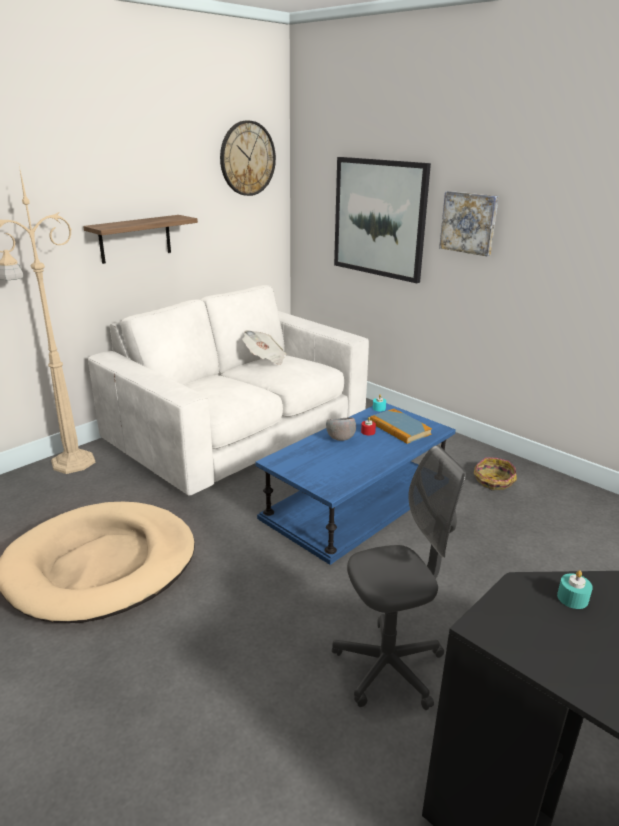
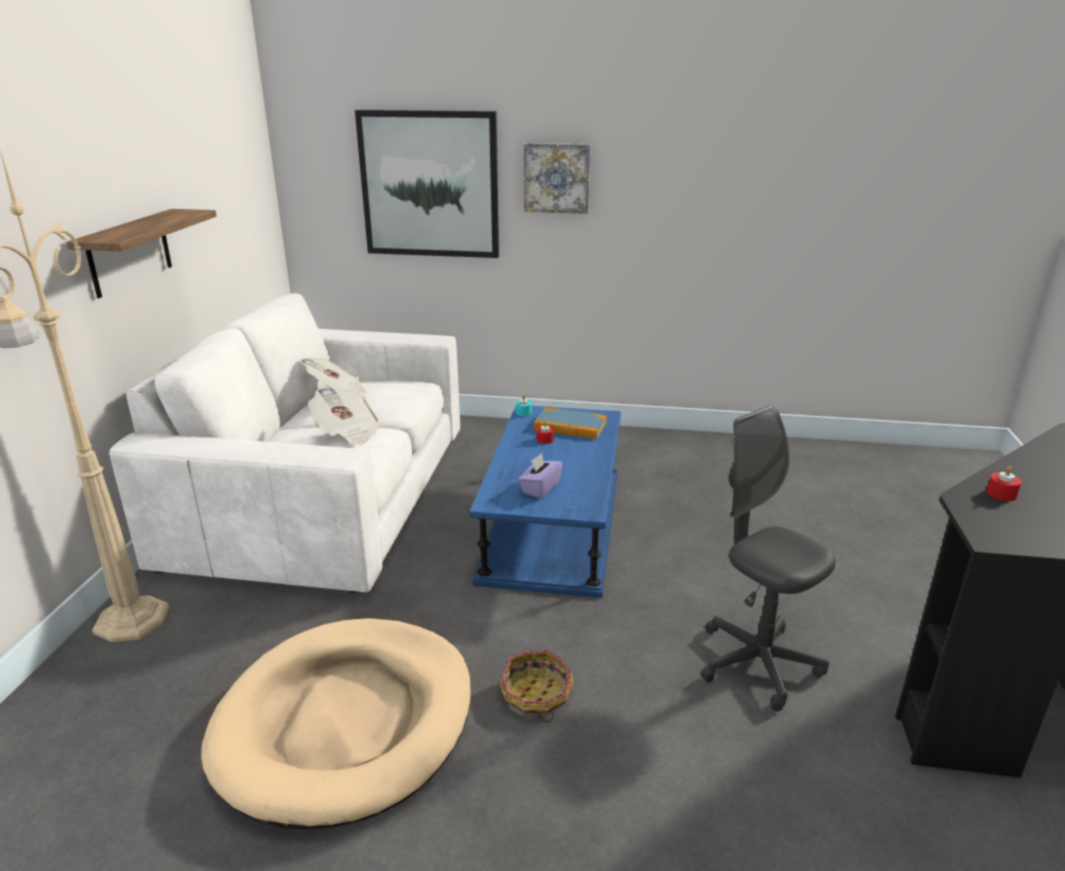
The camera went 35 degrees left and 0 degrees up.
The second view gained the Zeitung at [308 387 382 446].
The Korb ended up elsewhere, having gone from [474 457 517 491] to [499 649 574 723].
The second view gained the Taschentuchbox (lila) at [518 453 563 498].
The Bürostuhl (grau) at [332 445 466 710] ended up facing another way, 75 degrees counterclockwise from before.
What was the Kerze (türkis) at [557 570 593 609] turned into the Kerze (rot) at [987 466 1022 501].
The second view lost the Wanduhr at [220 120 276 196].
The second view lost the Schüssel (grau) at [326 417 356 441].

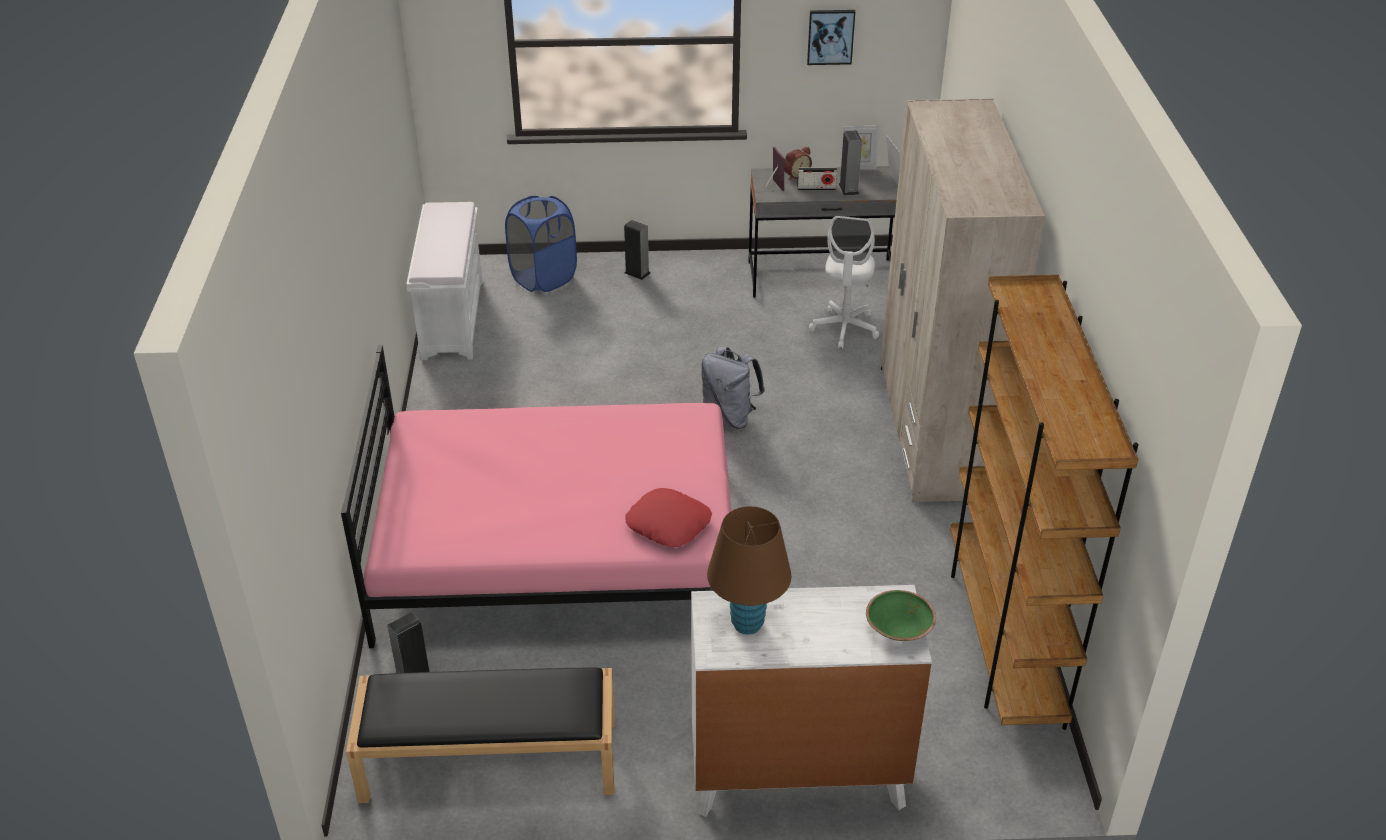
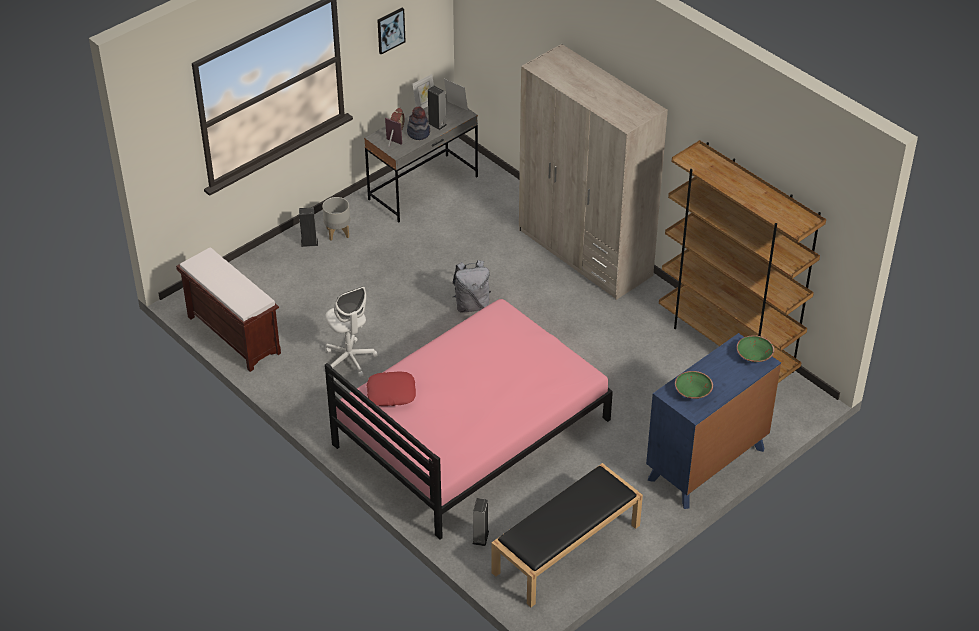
The camera went 40 degrees left and 5 degrees up.
What was the Bank (weiß) at [407 202 483 360] turned into the Bank (braun) at [176 247 281 372].
The second view gained the Pflanzkübel (grau) at [322 197 350 241].
The Bürostuhl (weiß) ended up elsewhere, having gone from [809 216 879 349] to [325 287 377 377].
The Kissen (rot) ended up elsewhere, having gone from [625 488 712 547] to [367 371 416 406].
Where the Radio stood at [797 167 837 191], the Hut came to stand at [407 107 430 140].
What was the Kommode (weiß) at [691 585 932 817] turned into the Kommode (blau) at [646 333 781 509].
Where the Tischlampe (braun) stood at [707 506 792 634], the Schüssel (grün) came to stand at [675 371 713 399].
The second view lost the Wäschekorb (blau) at [505 196 577 292].

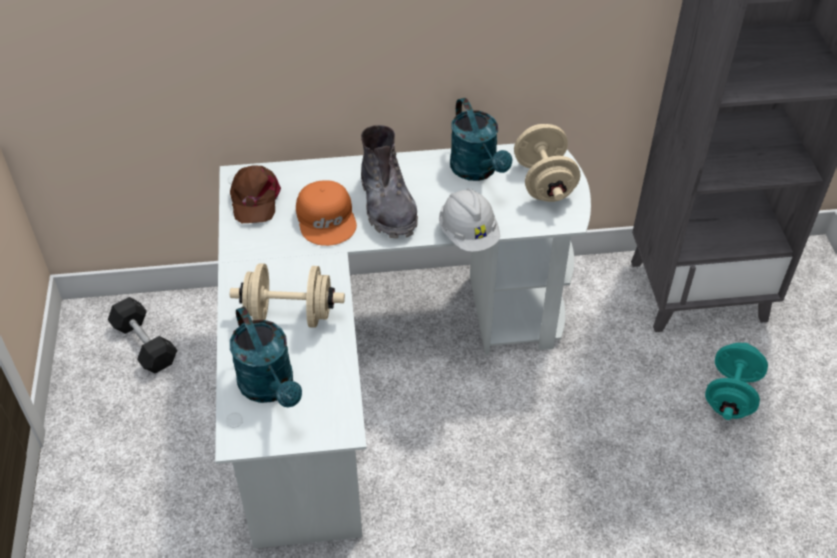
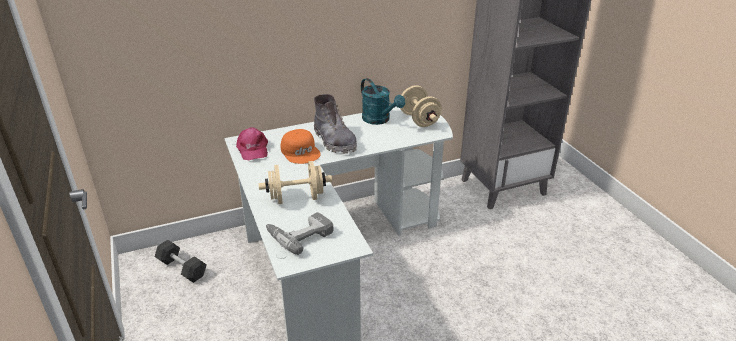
The camera went 15 degrees left and 15 degrees down.
What was the Kappe (braun) at [230 165 281 223] turned into the Kappe (rosa) at [236 127 268 160].
Where the Gießkanne (türkis) stood at [230 306 302 407], the Bohrmaschine came to stand at [266 212 334 255].
The second view lost the Schutzhelm (weiß) at [439 189 500 252].
The second view lost the Hantel (türkis) at [705 343 768 420].

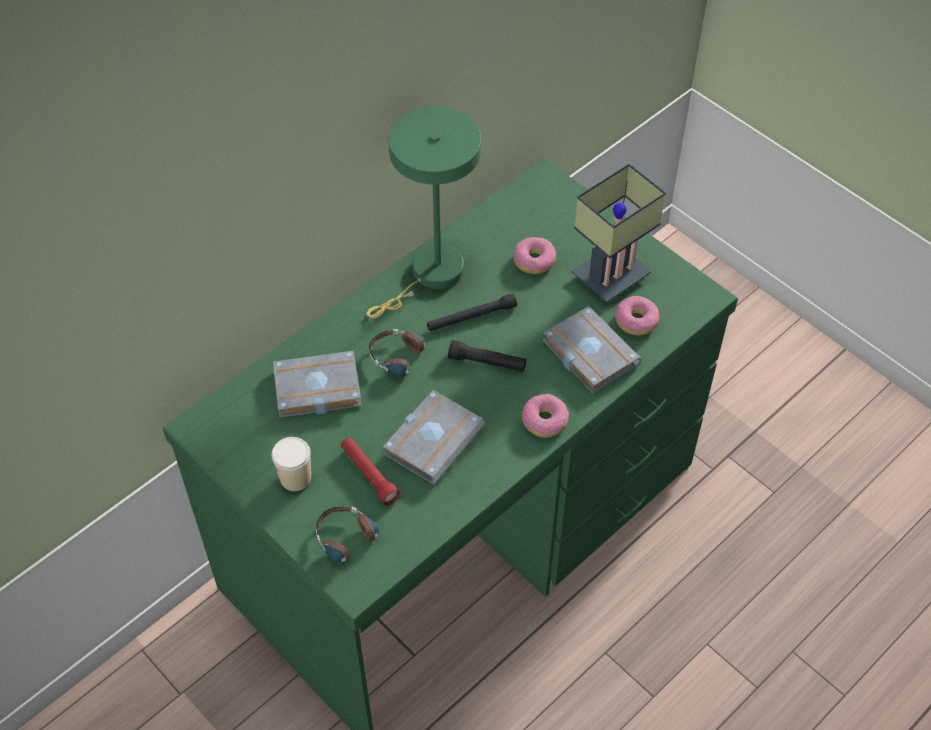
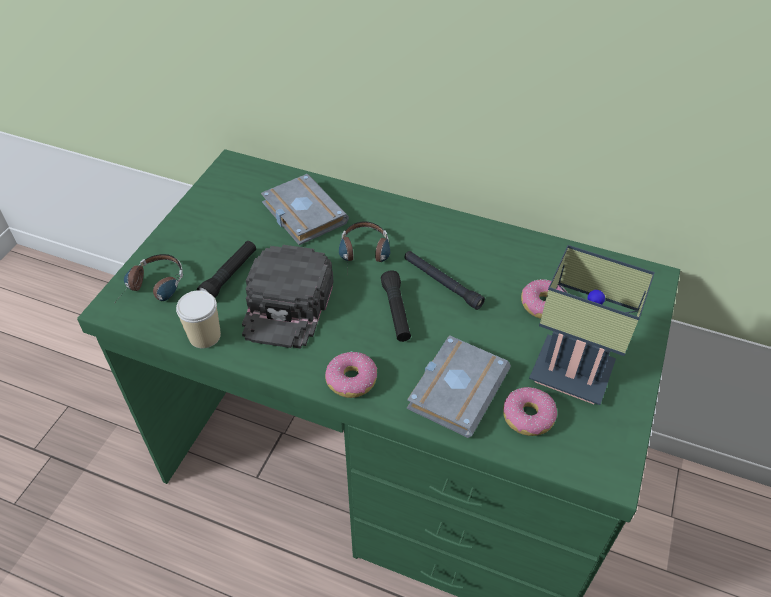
The camera went 65 degrees right and 5 degrees down.
The Tasse ended up elsewhere, having gone from [272 437 311 491] to [176 290 221 348].
What was the Taschenlampe (rot) at [341 437 401 505] turned into the Taschenlampe (schwarz) at [197 241 256 298].
Where the Buch (grau) stood at [383 390 485 484], the Kappe (schwarz) came to stand at [242 245 334 349].
The second view lost the Tischlampe (grün) at [366 106 481 318].

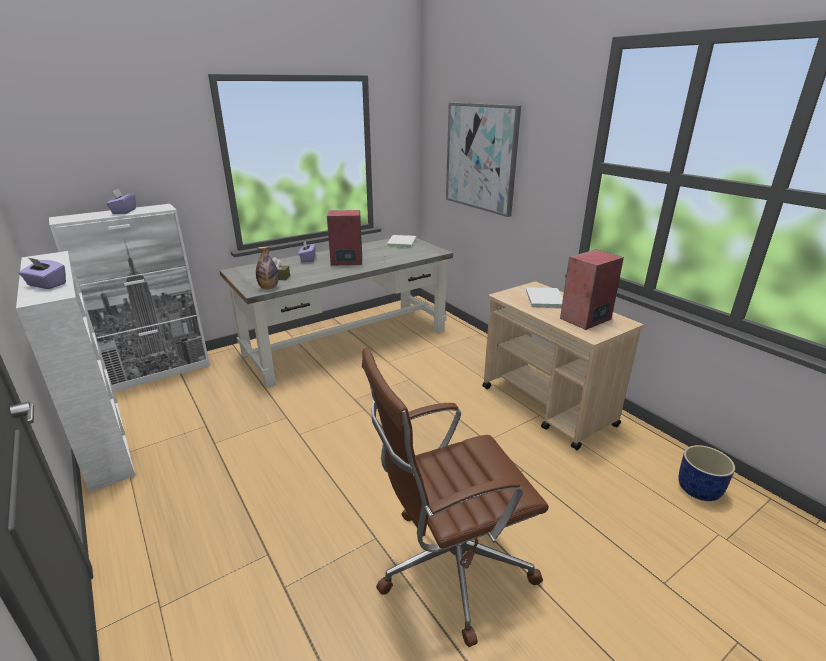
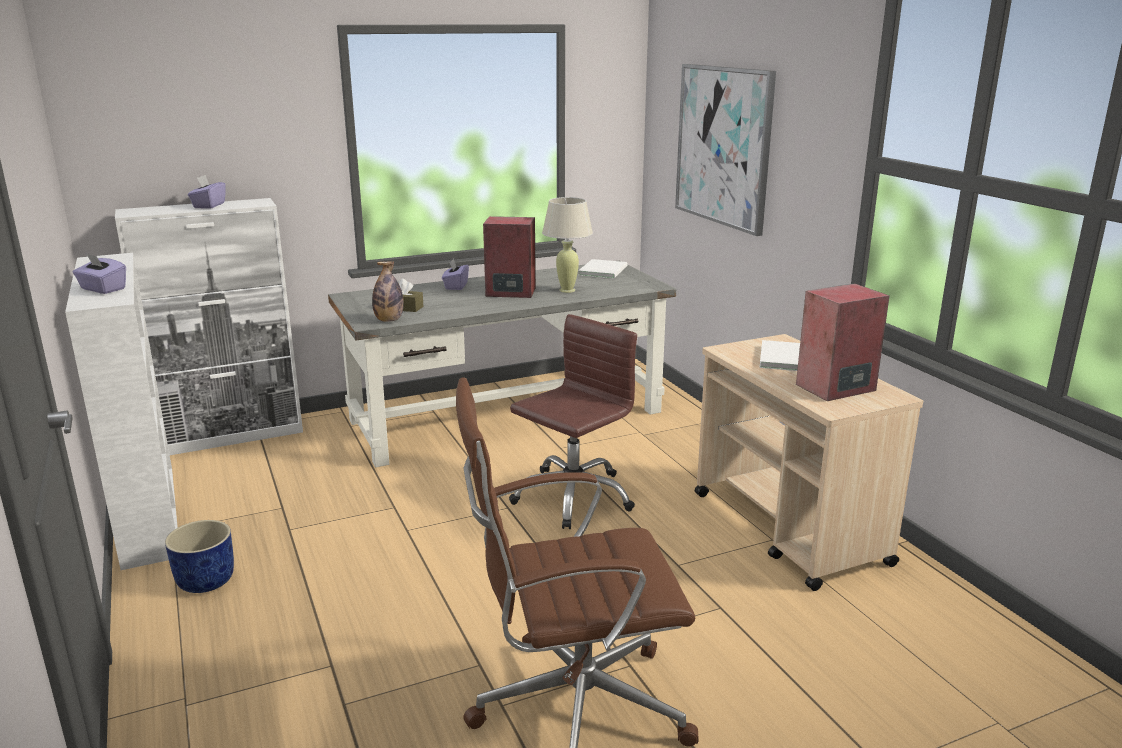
The camera went 10 degrees right and 5 degrees down.
The Pflanzkübel (blau) ended up elsewhere, having gone from [678 445 735 501] to [165 520 234 593].
The second view gained the Bürostuhl (braun) at [509 314 637 529].
The second view gained the Tischlampe (beige) at [542 197 593 293].

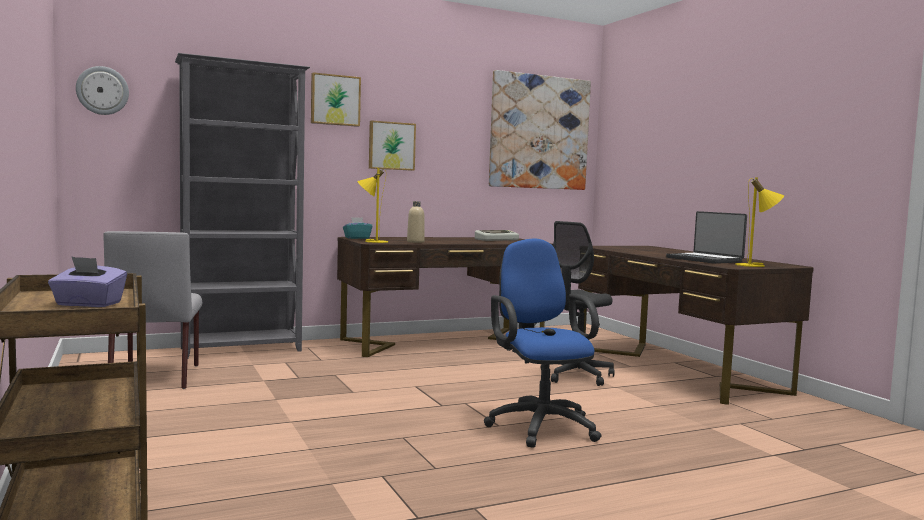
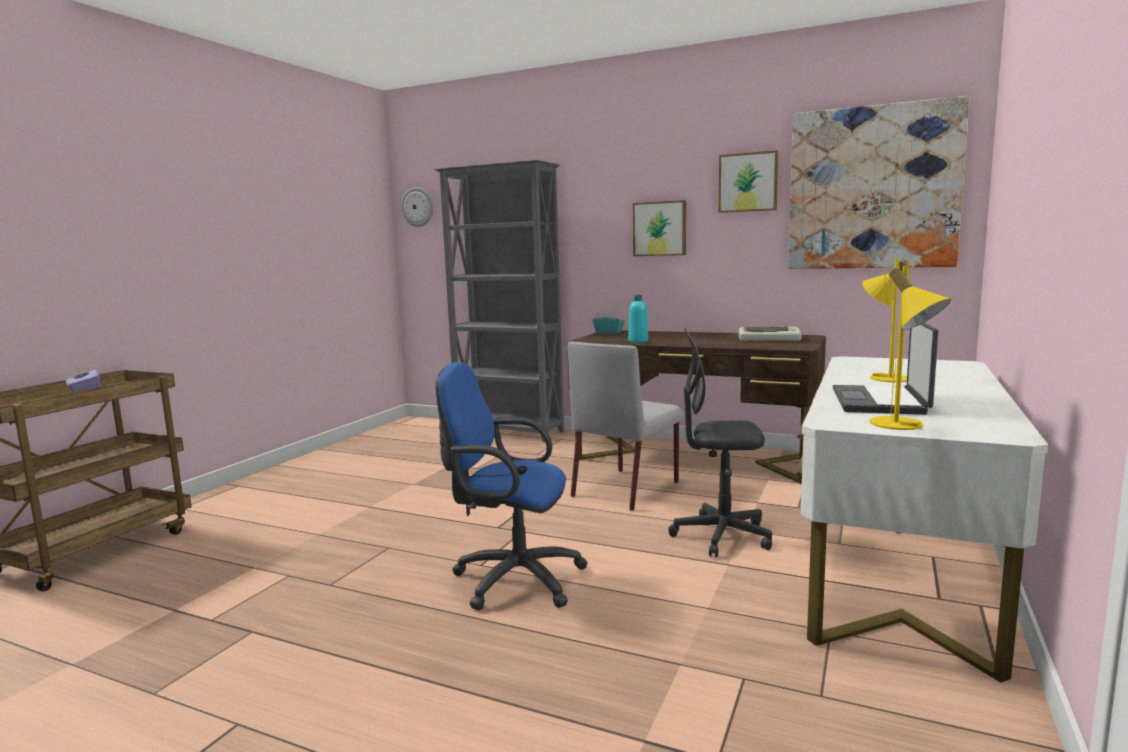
The camera went 50 degrees right and 5 degrees up.
The Bürostuhl (blau) at [484 239 601 448] ended up facing another way, 105 degrees counterclockwise from before.
The Stuhl (grau) ended up elsewhere, having gone from [103 231 202 389] to [567 342 683 511].
What was the Flasche (beige) at [407 201 425 243] turned into the Flasche (türkis) at [628 295 648 342].
The Bild ended up elsewhere, having gone from [311 72 361 127] to [719 150 778 213].
What was the Schreibtisch (braun) at [578 246 814 405] turned into the Schreibtisch (weiß) at [795 356 1048 683].
The Tischlampe (gelb) ended up elsewhere, having gone from [357 168 388 243] to [862 258 913 382].

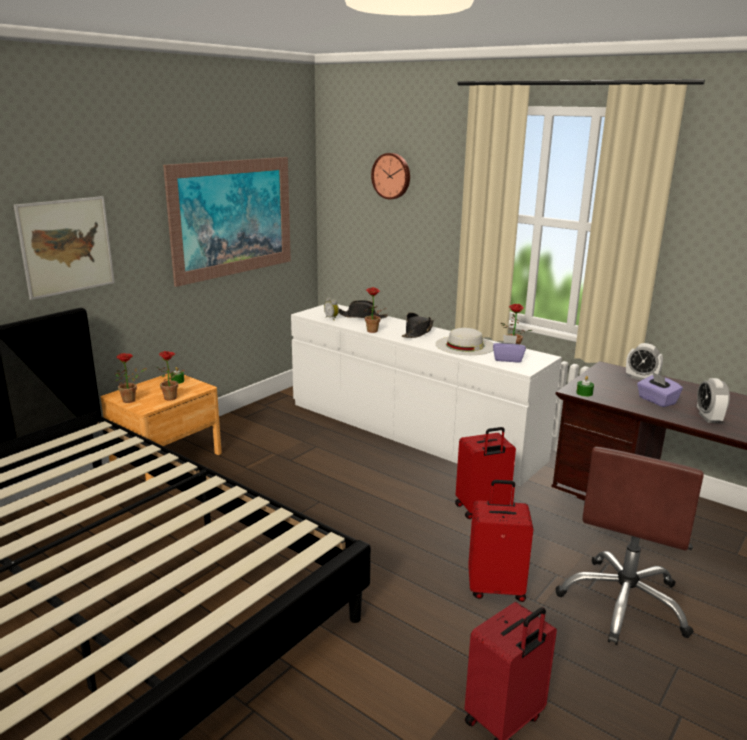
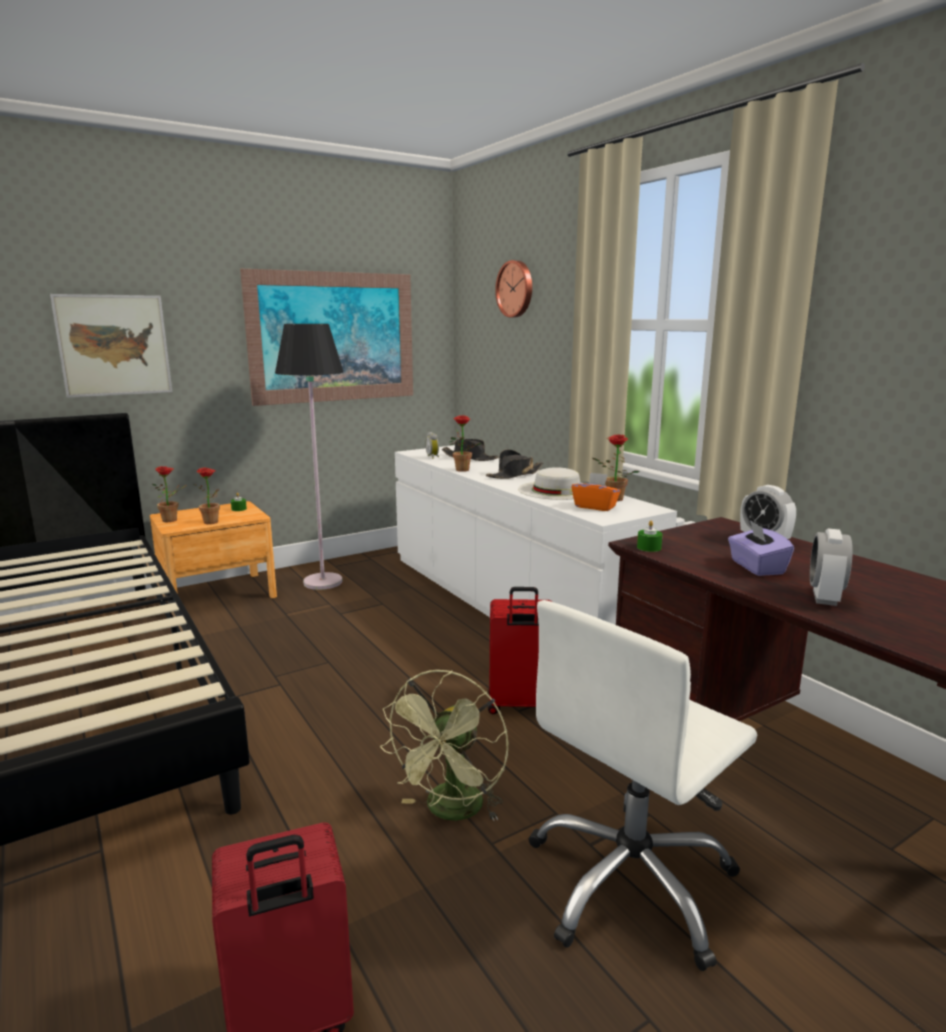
The camera went 20 degrees right and 5 degrees down.
The second view gained the Stehlampe (schwarz) at [275 324 343 590].
Where the Koffer (rot) stood at [468 480 533 602], the Ventilator (grün) came to stand at [380 670 508 821].
What was the Bürostuhl (braun) at [556 447 704 645] turned into the Bürostuhl (weiß) at [529 600 757 971].
What was the Taschentuchbox (lila) at [493 334 526 362] turned into the Taschentuchbox (orange) at [572 472 621 511].

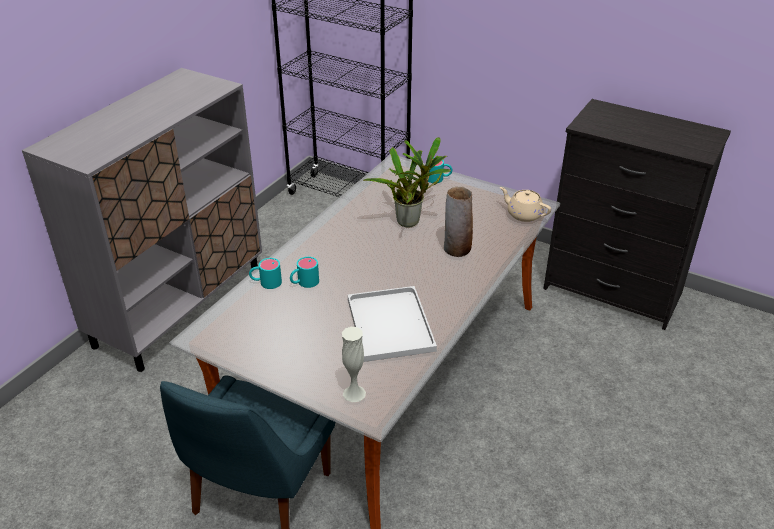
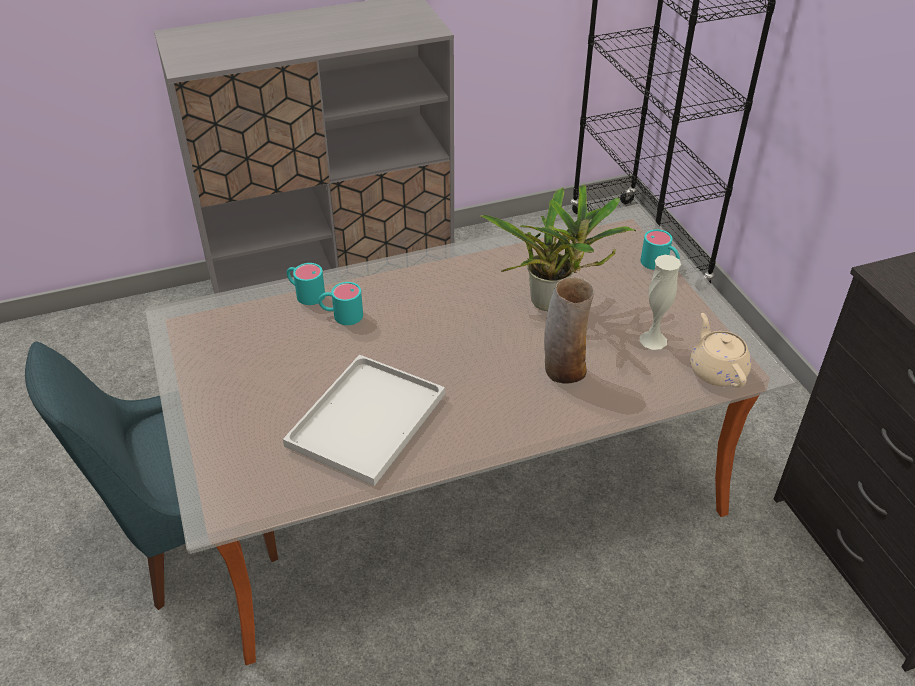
The camera went 40 degrees right and 5 degrees up.
The Vase (weiß) ended up elsewhere, having gone from [342 327 366 403] to [639 255 681 350].

